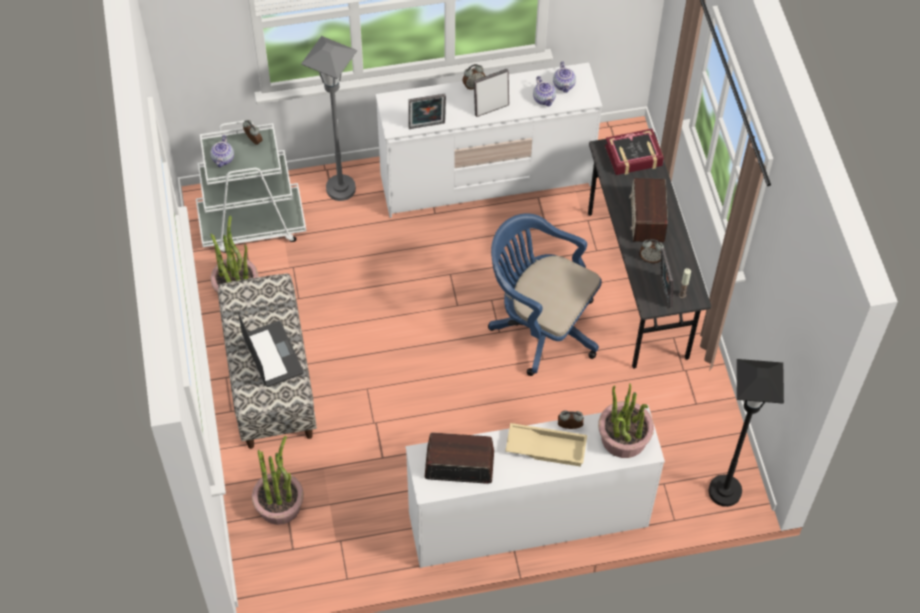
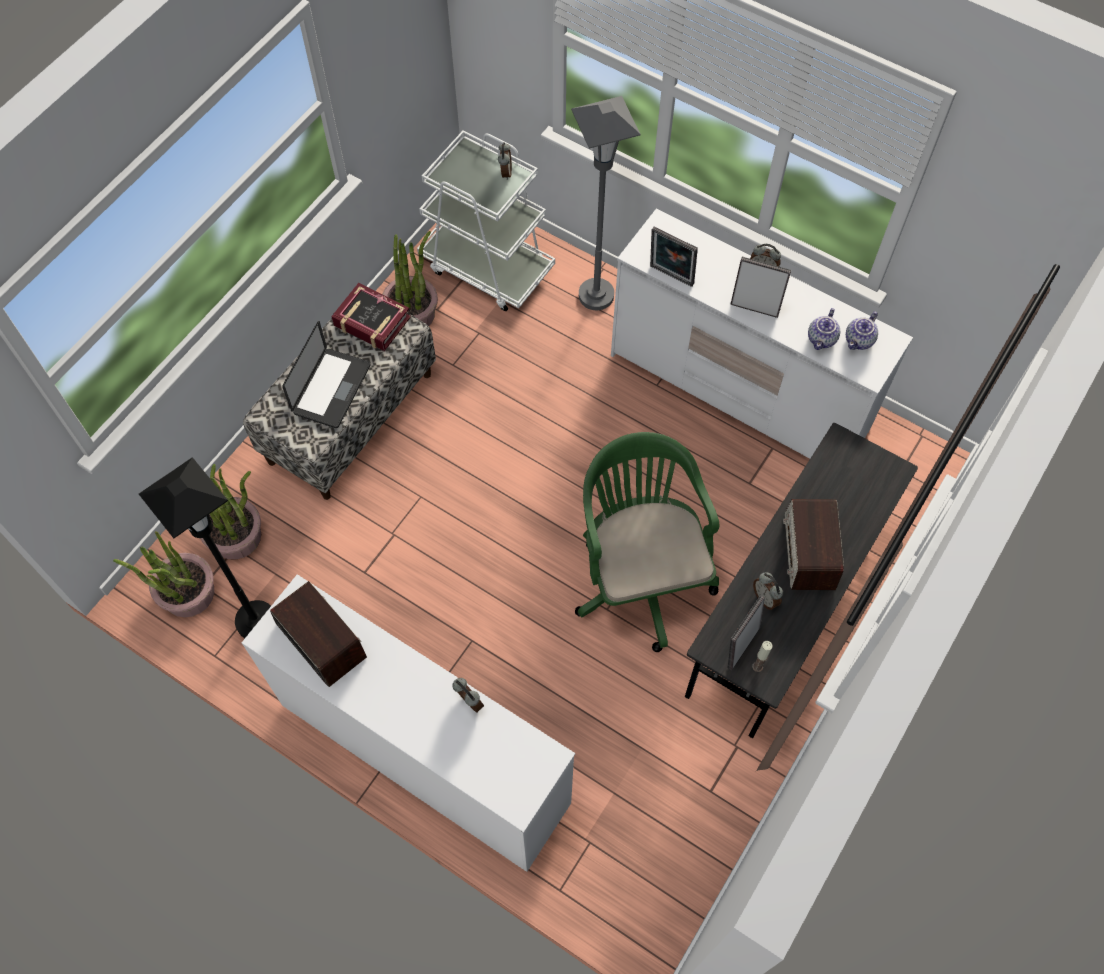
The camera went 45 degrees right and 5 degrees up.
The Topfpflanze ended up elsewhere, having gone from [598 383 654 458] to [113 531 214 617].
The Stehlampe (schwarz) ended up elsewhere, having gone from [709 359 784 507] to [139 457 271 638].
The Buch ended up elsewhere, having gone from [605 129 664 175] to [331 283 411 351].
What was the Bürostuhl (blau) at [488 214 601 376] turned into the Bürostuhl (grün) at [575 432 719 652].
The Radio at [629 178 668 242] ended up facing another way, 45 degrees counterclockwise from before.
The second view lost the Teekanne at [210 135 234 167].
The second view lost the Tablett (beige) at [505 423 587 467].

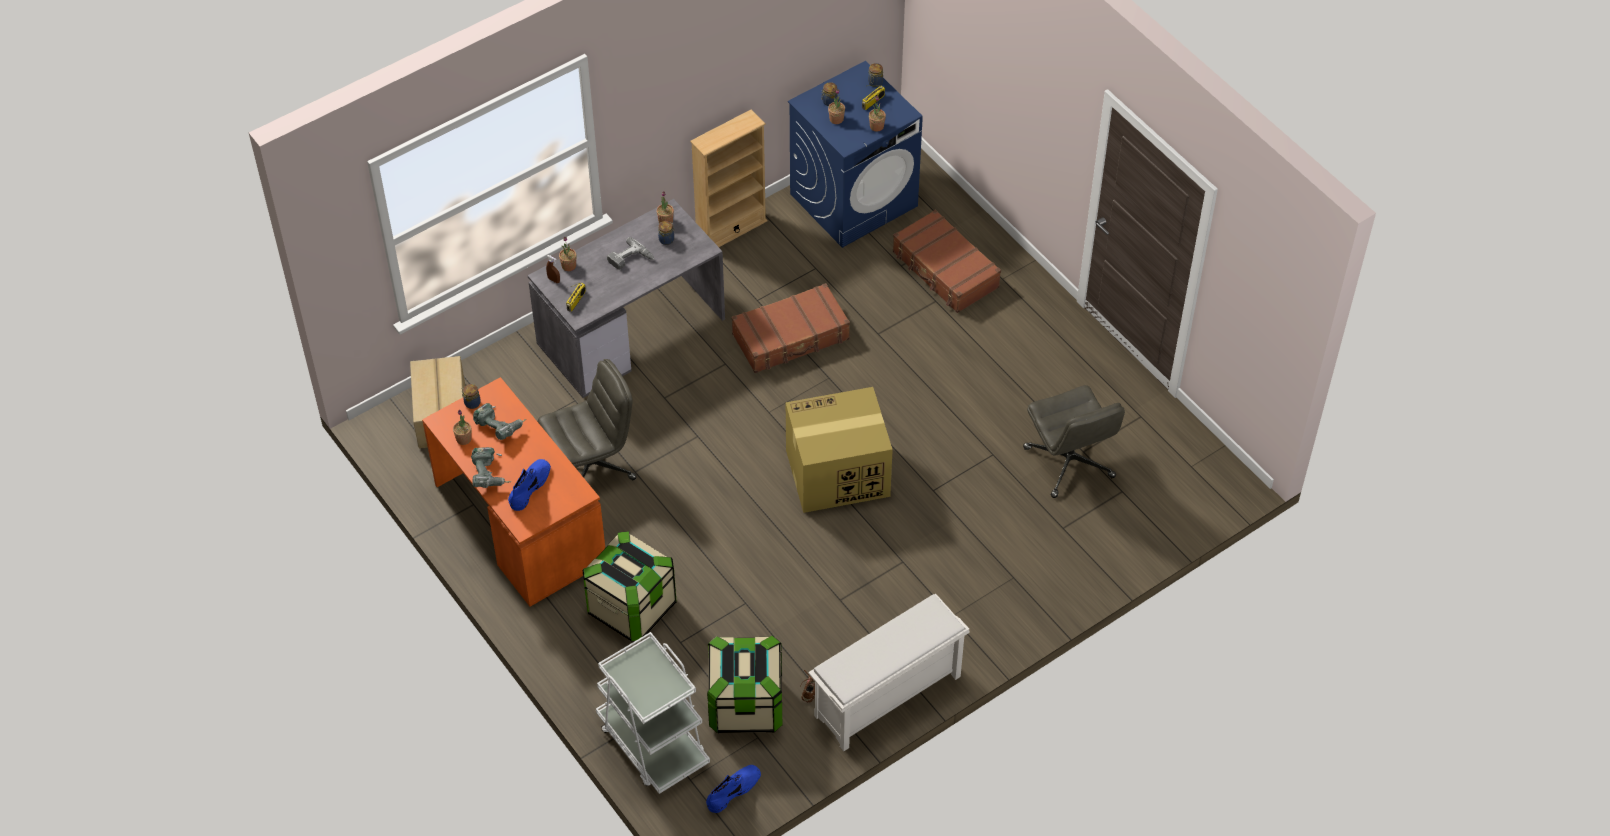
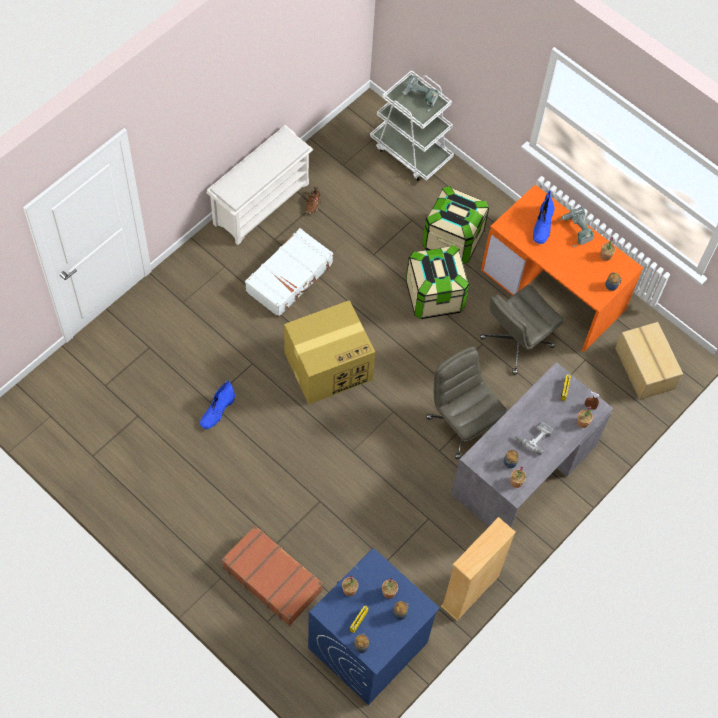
The camera went 165 degrees right and 10 degrees up.
The Stiefel (blau) ended up elsewhere, having gone from [706 765 761 813] to [200 380 235 429].
The second view gained the Koffer (weiß) at [245 228 333 317].
The Bohrmaschine ended up elsewhere, having gone from [473 403 526 440] to [401 75 439 112].
The Aufbewahrungsbox ended up elsewhere, having gone from [707 636 782 733] to [405 245 470 319].
The Bürostuhl (grau) ended up elsewhere, having gone from [1023 385 1125 498] to [426 346 508 459].
The second view lost the Koffer (braun) at [731 283 850 373].

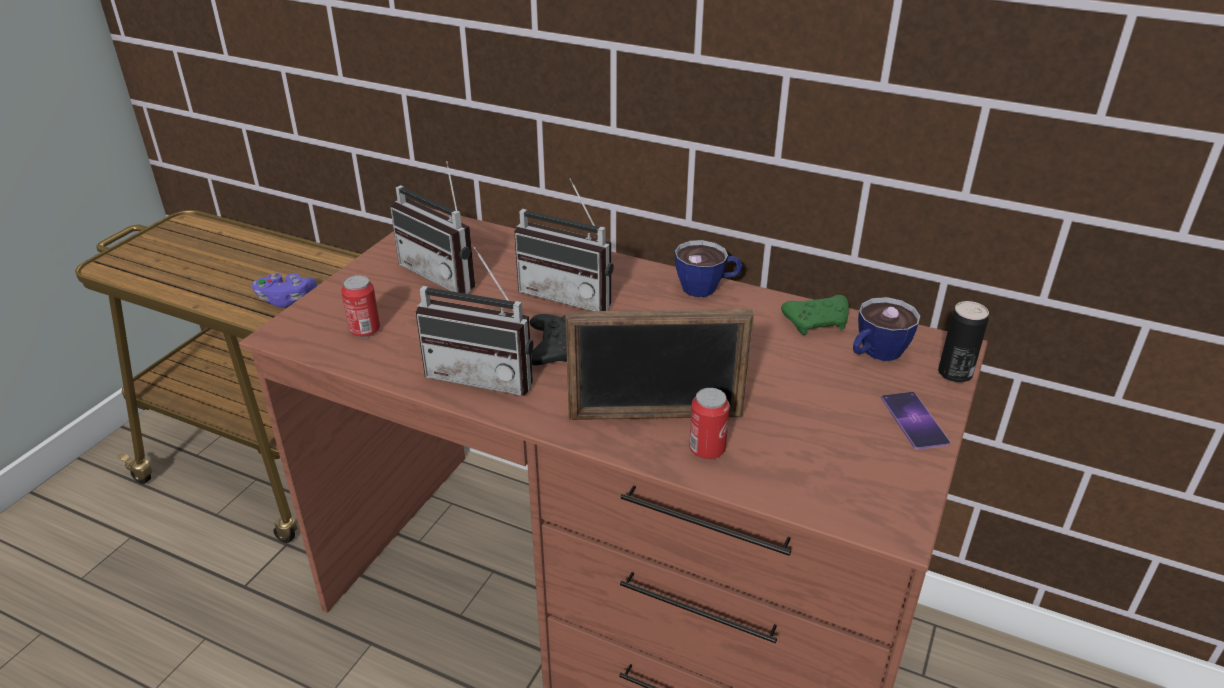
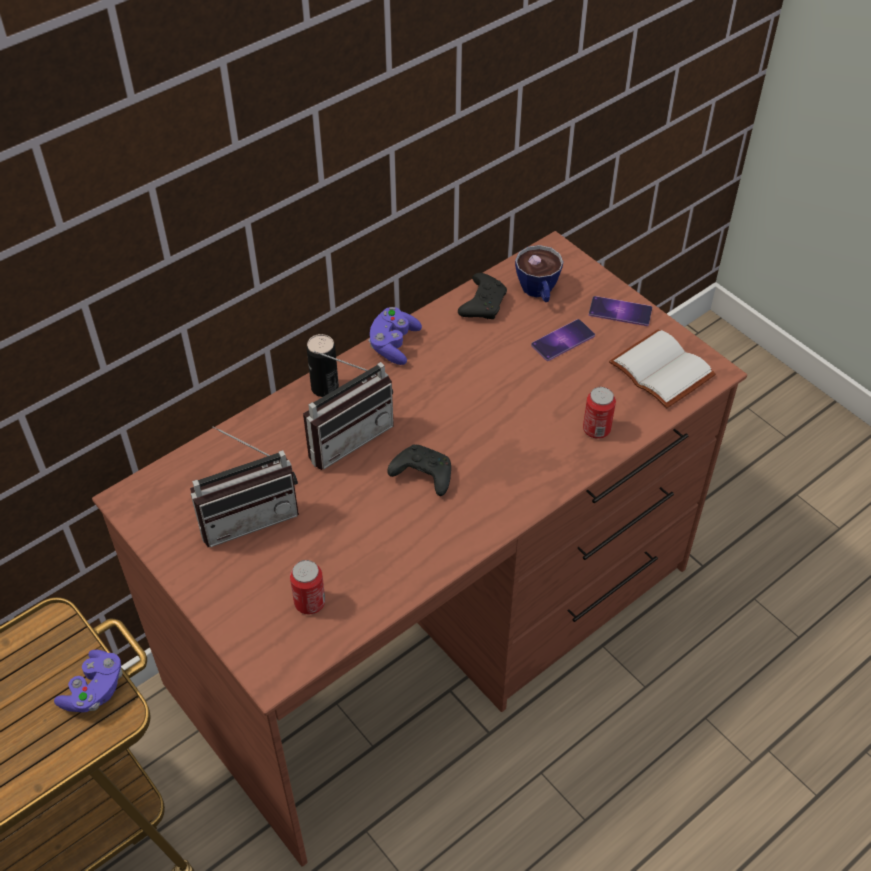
The camera went 65 degrees left and 15 degrees up.
The Dose ended up elsewhere, having gone from [938 301 989 383] to [307 334 339 397].
Where the Tasse stood at [675 240 743 297], the Gamepad (lila) came to stand at [368 307 422 365].
What was the Gamepad (grün) at [781 295 849 335] turned into the Gamepad (schwarz) at [458 273 507 319].
The second view gained the Handy at [531 319 595 361].
The second view gained the Buch (weiß) at [609 330 716 408].
The second view lost the Radio at [416 247 533 396].
The second view lost the Bilderrahmen at [565 309 754 420].

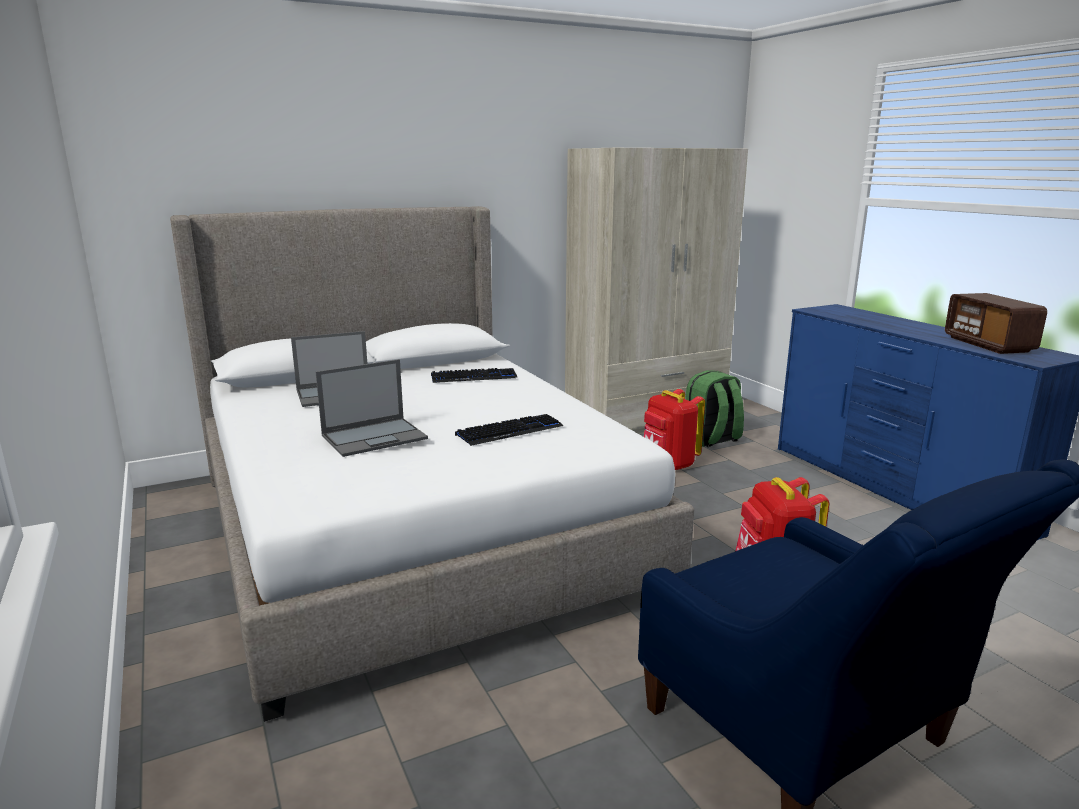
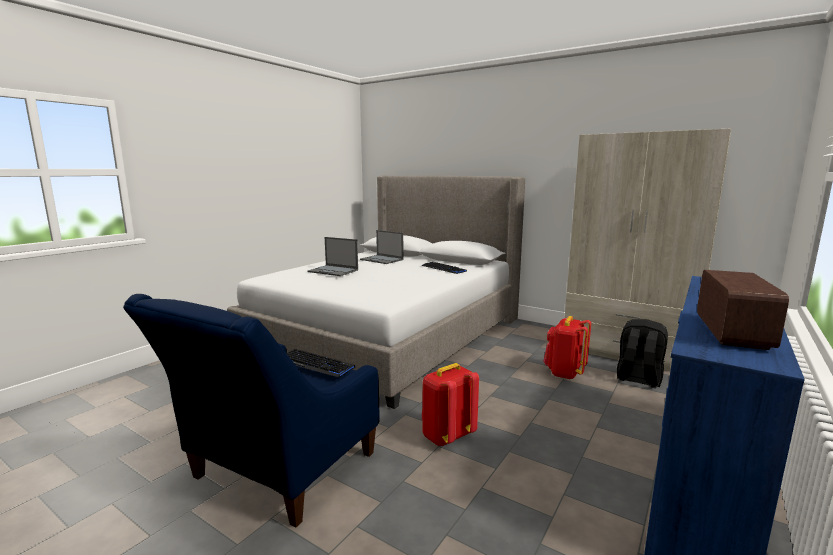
The camera went 60 degrees right and 5 degrees down.
The Tastatur ended up elsewhere, having gone from [455 414 563 446] to [286 349 355 377].
What was the Rucksack (grün) at [686 370 744 447] turned into the Rucksack (schwarz) at [617 319 668 388].
The Radio at [945 293 1047 354] ended up facing another way, 150 degrees clockwise from before.

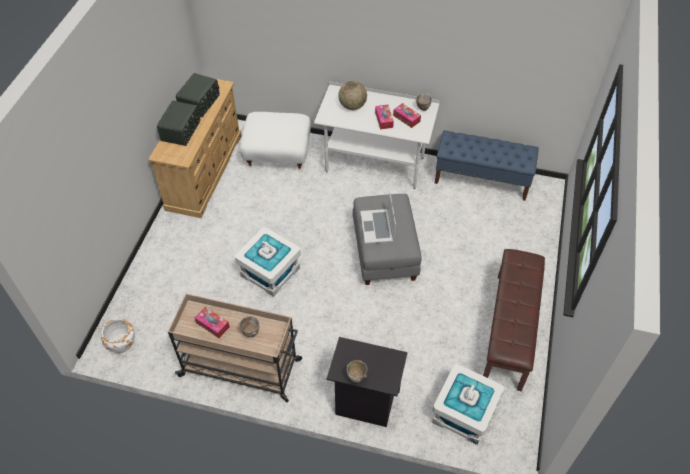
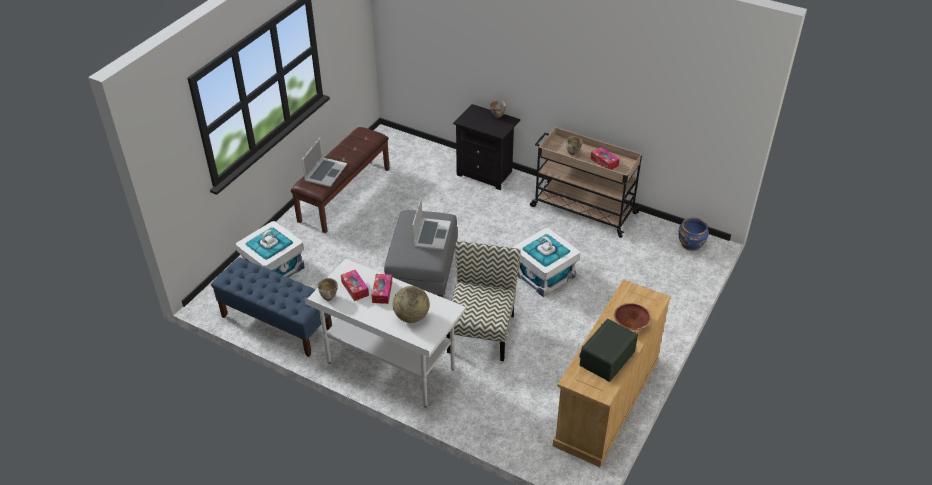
The camera went 165 degrees left and 10 degrees down.
The Aufbewahrungsbox (weiß) ended up elsewhere, having gone from [432 364 504 445] to [236 221 305 277].
The second view gained the Laptop at [302 138 347 187].
The second view gained the Stuhl at [447 241 521 361].
Where the Radio stood at [157 101 200 146], the Schüssel (braun) came to stand at [614 303 651 330].
What was the Pflanzkübel (weiß) at [101 318 135 353] turned into the Pflanzkübel (blau) at [679 218 709 251].
The second view lost the Polsterhocker (weiß) at [240 112 311 171].

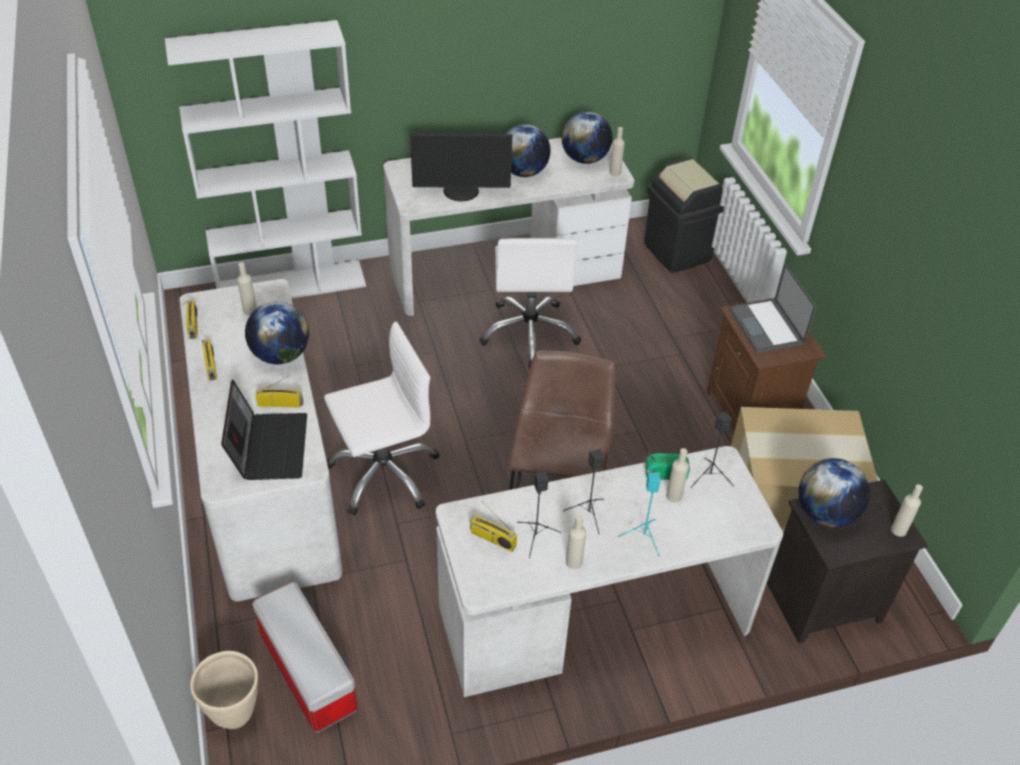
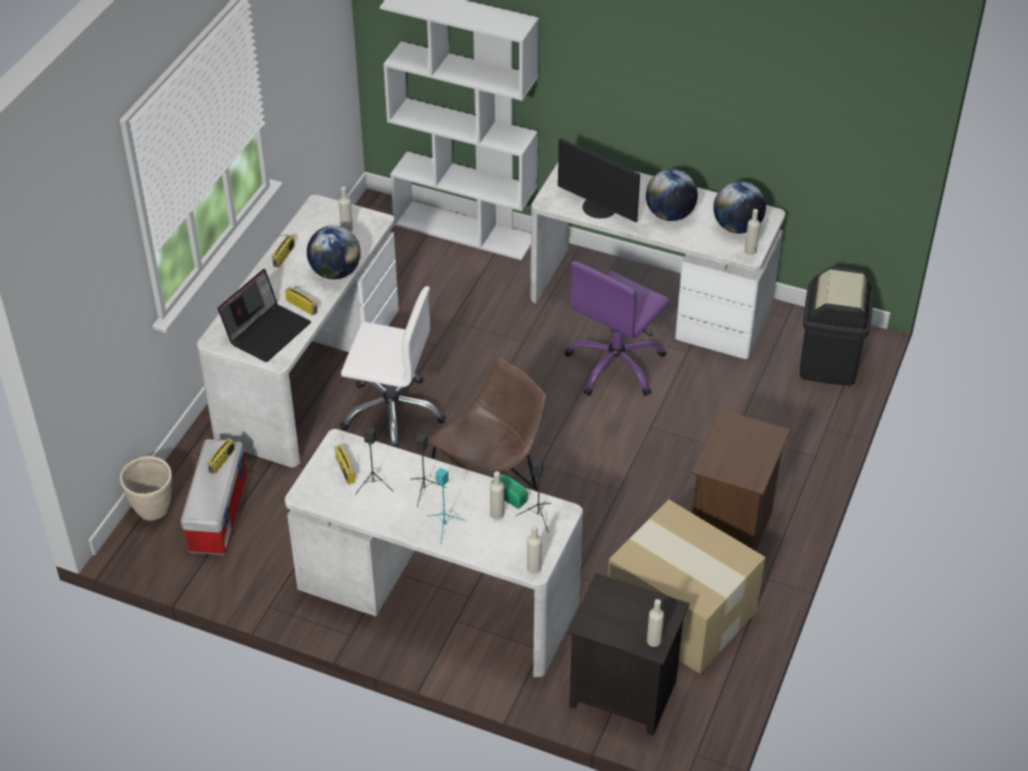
The camera went 40 degrees right and 0 degrees up.
The Radio ended up elsewhere, having gone from [183 300 197 339] to [208 438 235 474].
The Flasche (beige) ended up elsewhere, having gone from [566 515 586 569] to [527 525 542 573].
What was the Bürostuhl (weiß) at [479 238 581 368] turned into the Bürostuhl (lila) at [565 261 670 396].
The second view lost the Laptop at [729 263 817 353].
The second view lost the Globus at [798 458 870 527].

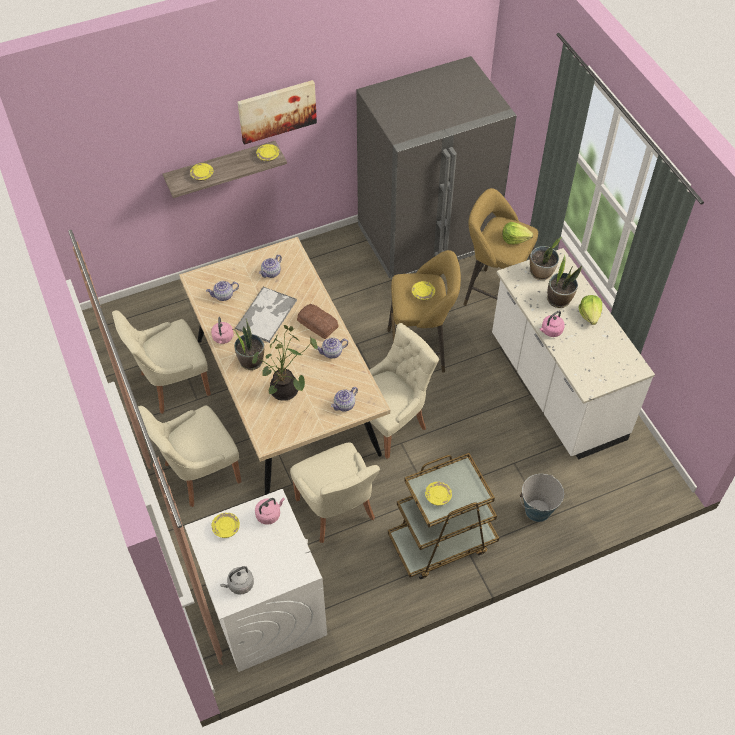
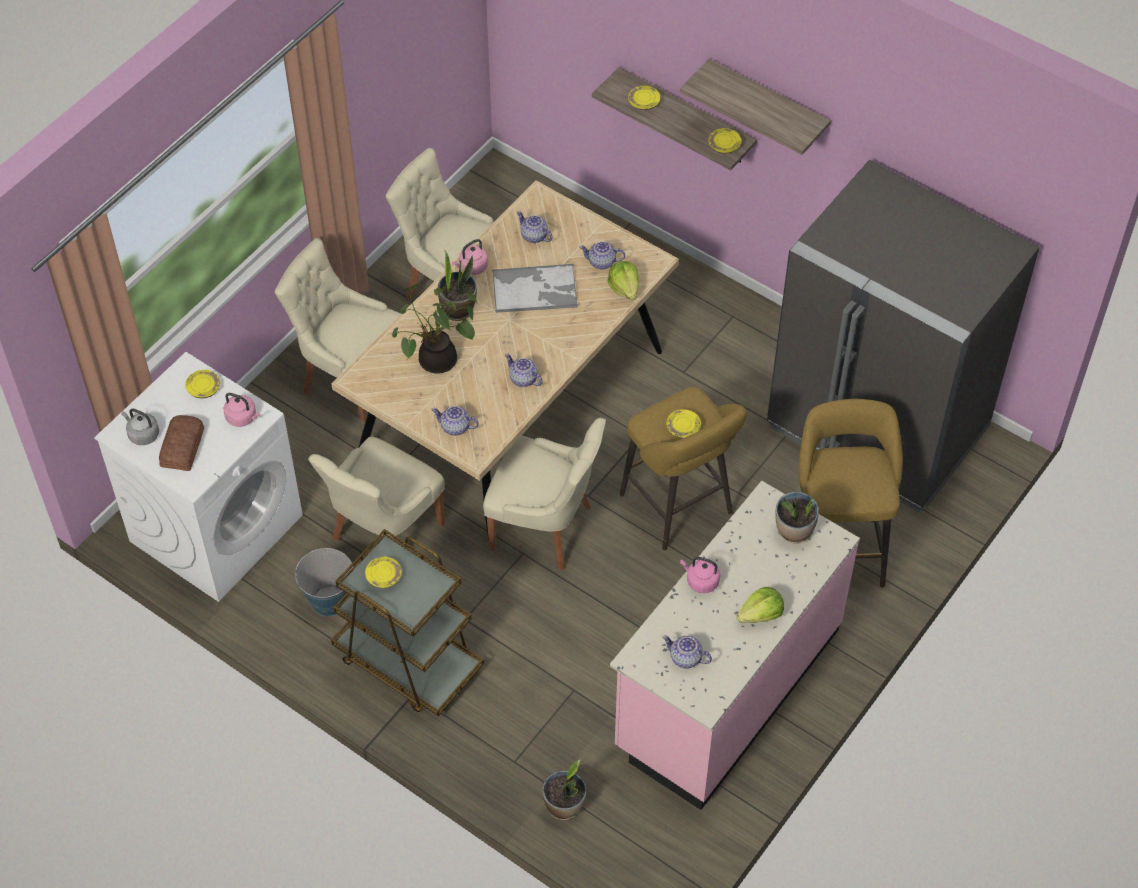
The camera went 60 degrees right and 0 degrees up.
The Brot ended up elsewhere, having gone from [297 304 338 339] to [159 415 204 471].
The Eimer ended up elsewhere, having gone from [520 474 564 522] to [294 548 354 616].
The Topfpflanze ended up elsewhere, having gone from [547 254 582 308] to [542 759 586 820].
The Salatkopf ended up elsewhere, having gone from [502 222 533 244] to [607 261 639 300].
What was the Küchenzeile (weiß) at [492 248 655 460] turned into the Küchenzeile (rosa) at [610 481 860 810].
The second view gained the Teekanne at [662 635 712 668].
Where the Bild hung at [238 80 317 145], the Wandregal came to hang at [680 59 831 155].

